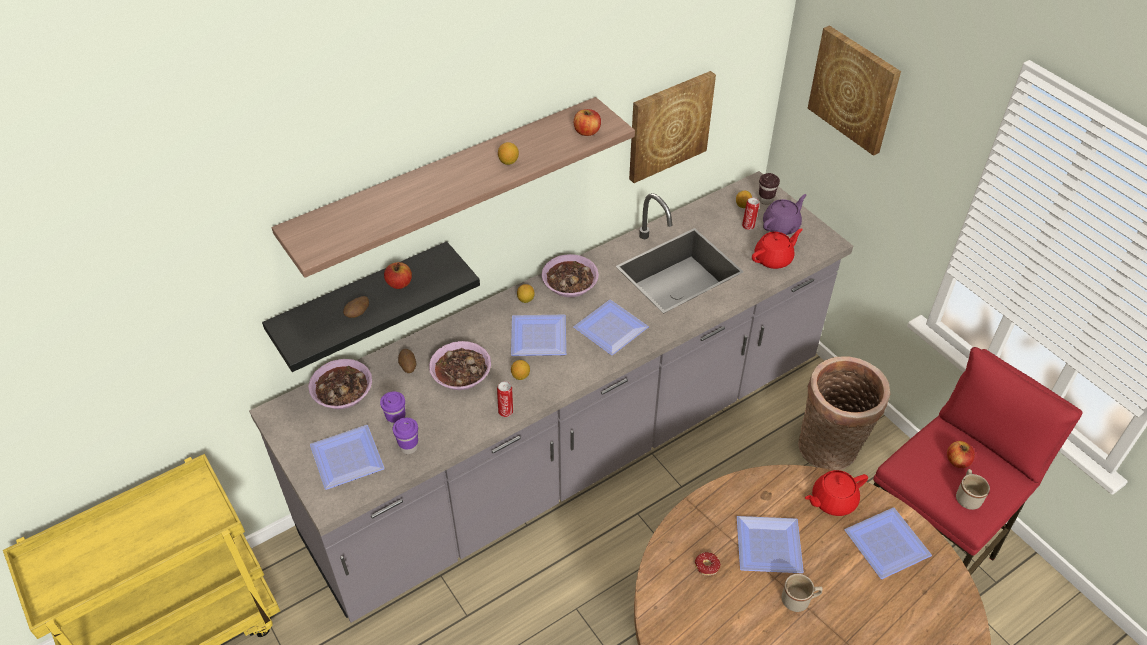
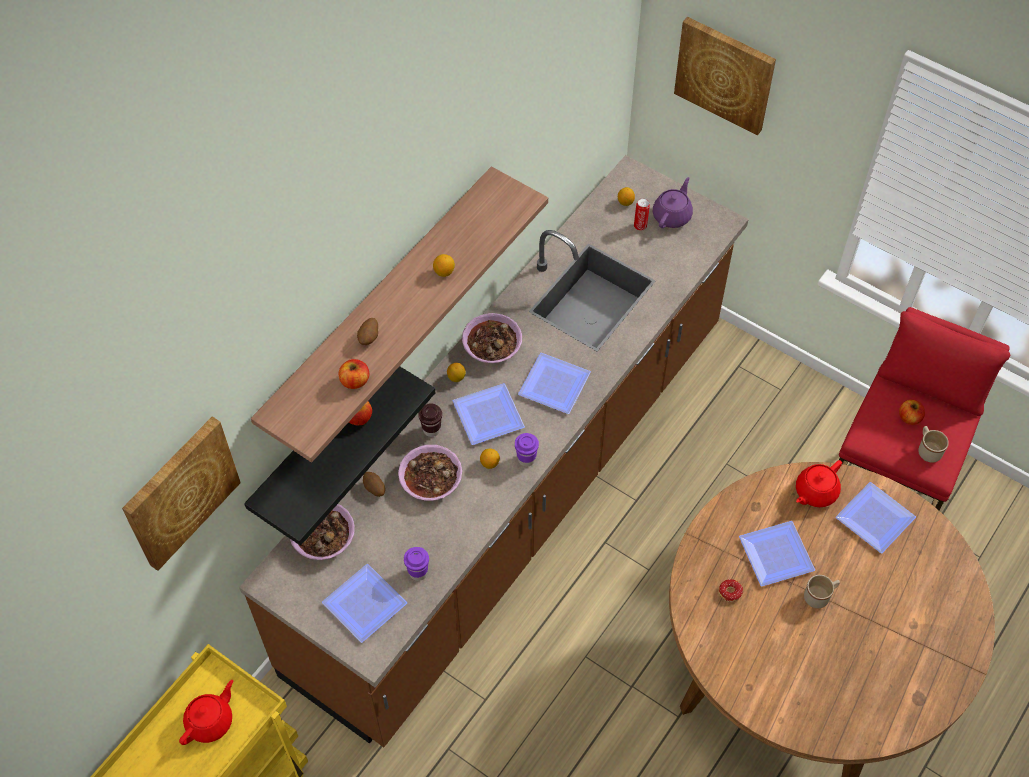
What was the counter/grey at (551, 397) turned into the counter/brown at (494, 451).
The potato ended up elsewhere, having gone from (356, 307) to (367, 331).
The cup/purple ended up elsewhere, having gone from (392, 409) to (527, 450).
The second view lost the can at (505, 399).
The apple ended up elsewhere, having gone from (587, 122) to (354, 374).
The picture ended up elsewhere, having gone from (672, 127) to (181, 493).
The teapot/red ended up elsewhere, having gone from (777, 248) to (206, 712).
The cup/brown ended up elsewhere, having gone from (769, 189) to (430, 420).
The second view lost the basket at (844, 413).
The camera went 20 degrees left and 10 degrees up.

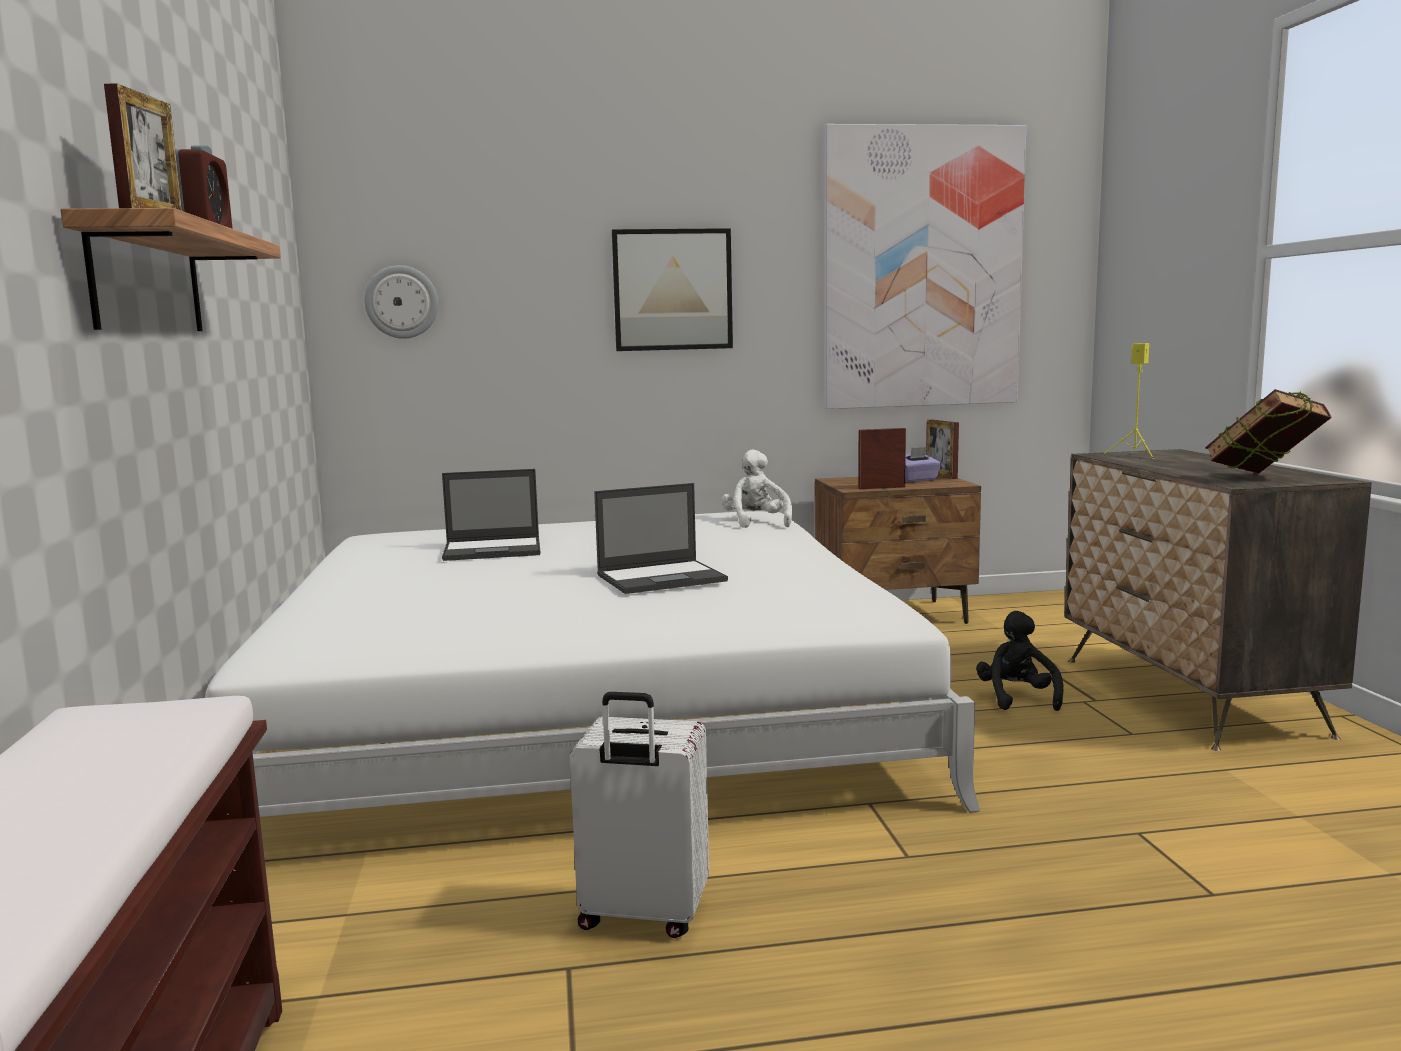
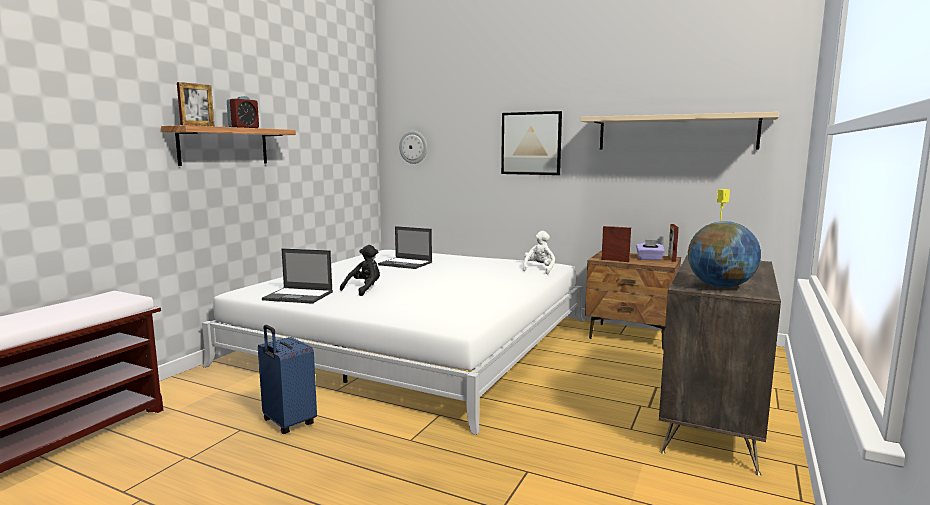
What was the suitcase/white at (639, 815) turned into the suitcase/blue at (287, 379).
The laptop ended up elsewhere, having gone from (661, 538) to (297, 276).
Where the picture hung at (924, 266), the shelf/beige came to hang at (679, 131).
The plush toy/black ended up elsewhere, having gone from (1019, 661) to (360, 270).
Where the book stood at (1268, 431), the globe came to stand at (724, 254).
The camera went 35 degrees right and 0 degrees up.

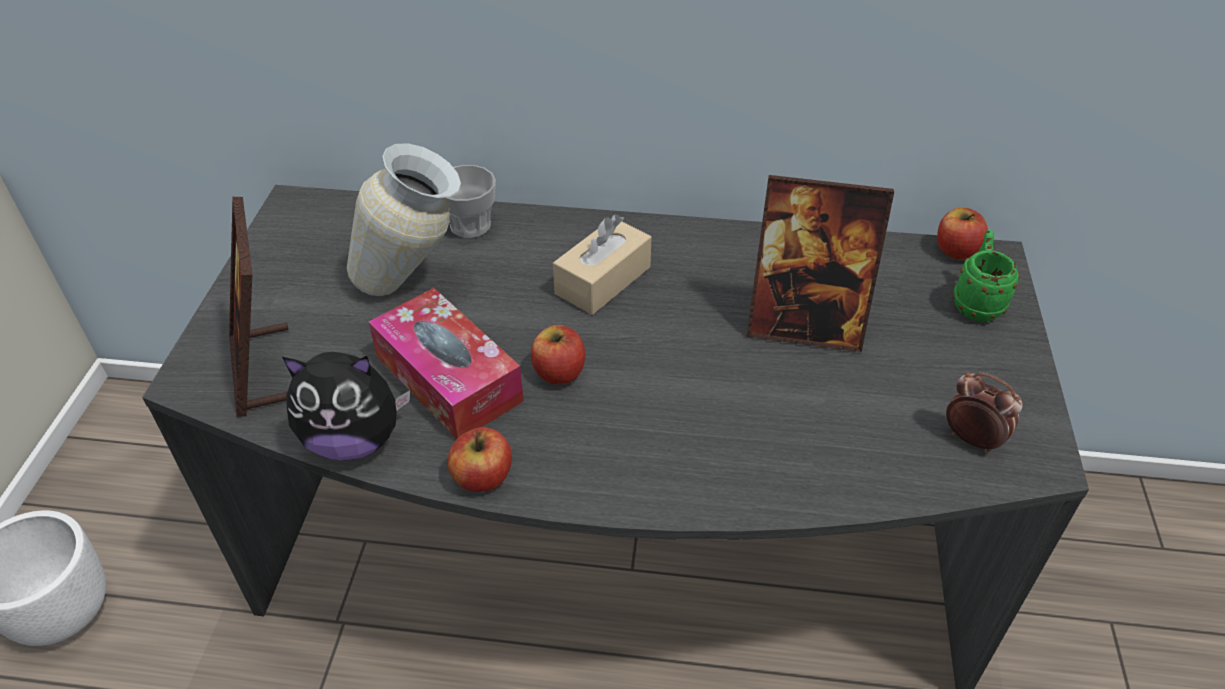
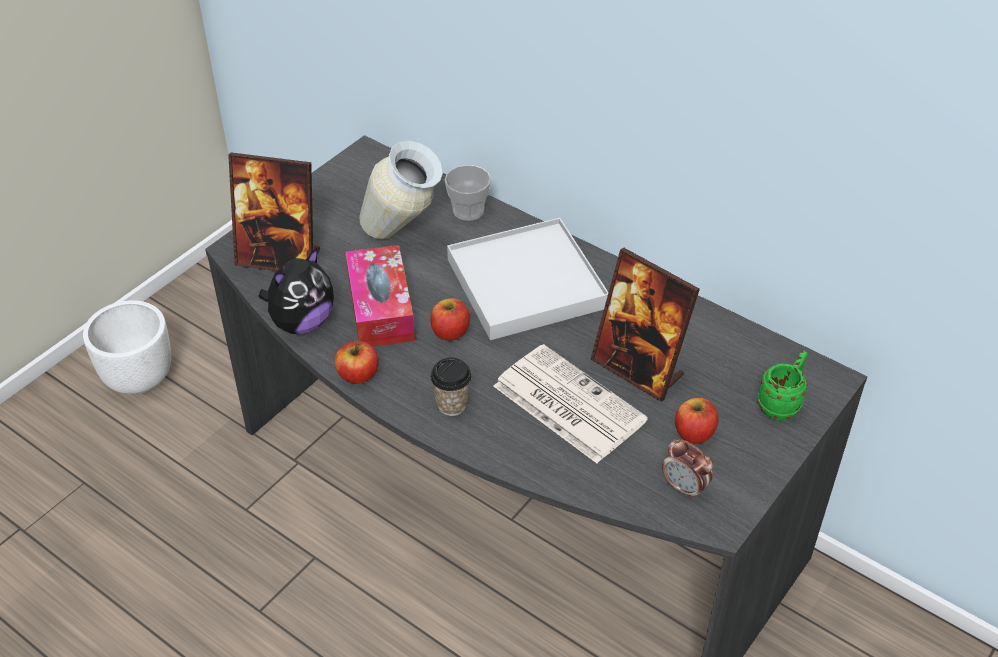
The picture frame at (259, 307) ended up facing another way, 90 degrees counterclockwise from before.
The plush toy at (346, 406) ended up facing another way, 75 degrees counterclockwise from before.
Where the tissue box/beige stood at (602, 264), the tray/white came to stand at (528, 279).
The apple ended up elsewhere, having gone from (962, 233) to (697, 421).
The alarm clock at (984, 412) ended up facing another way, 150 degrees clockwise from before.
The second view gained the cup at (451, 387).
The second view gained the newspaper at (570, 403).
The camera went 30 degrees right and 0 degrees up.

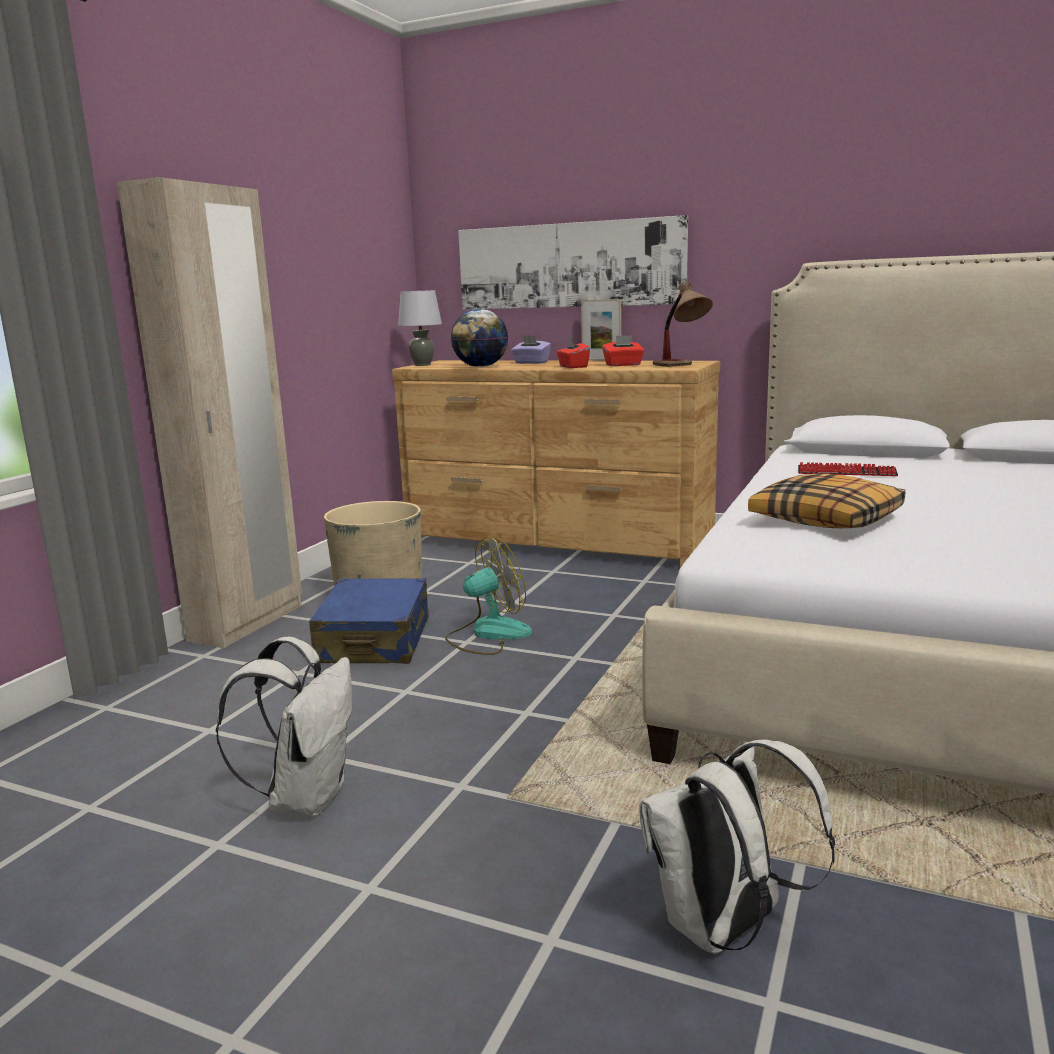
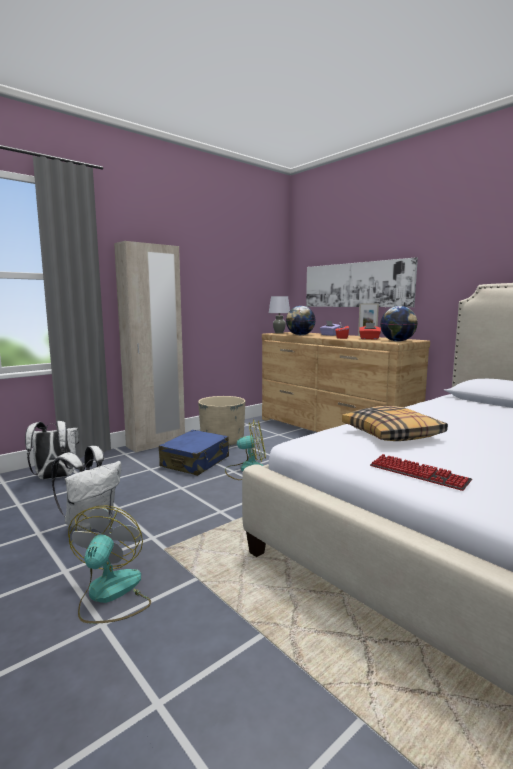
The backpack/white ended up elsewhere, having gone from (737, 846) to (52, 450).
Where the table lamp stood at (683, 324), the globe came to stand at (399, 324).
The keyboard ended up elsewhere, having gone from (848, 469) to (421, 472).
The second view gained the fan at (109, 565).
The camera went 25 degrees right and 5 degrees down.

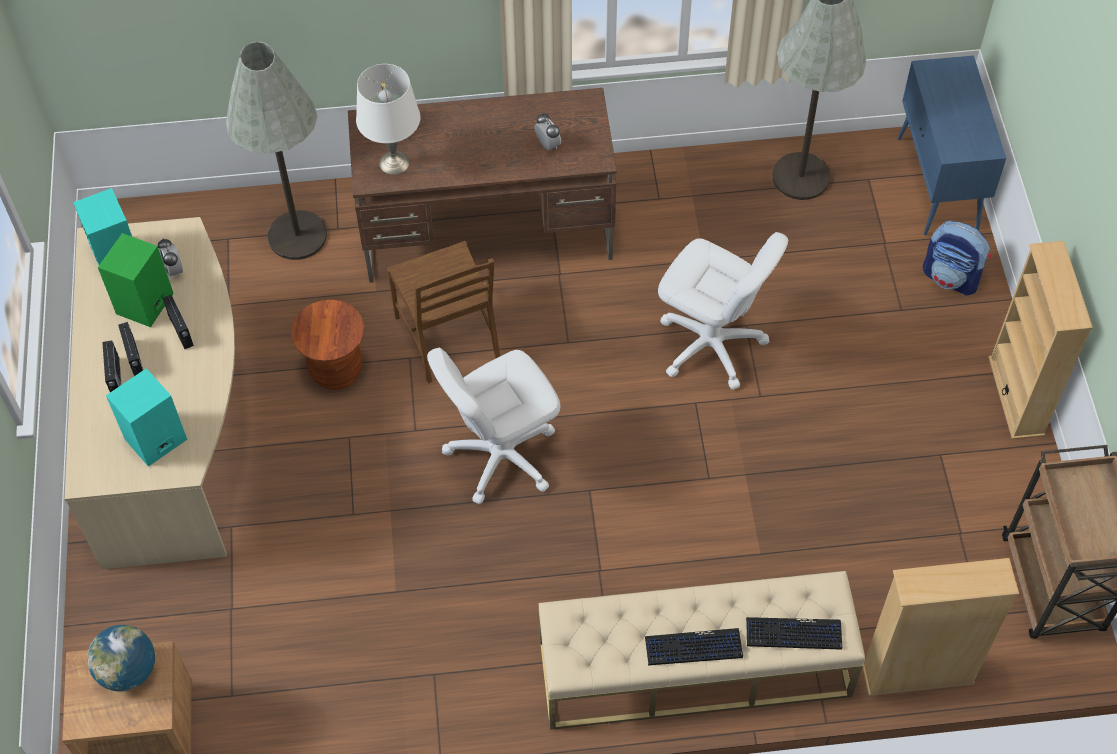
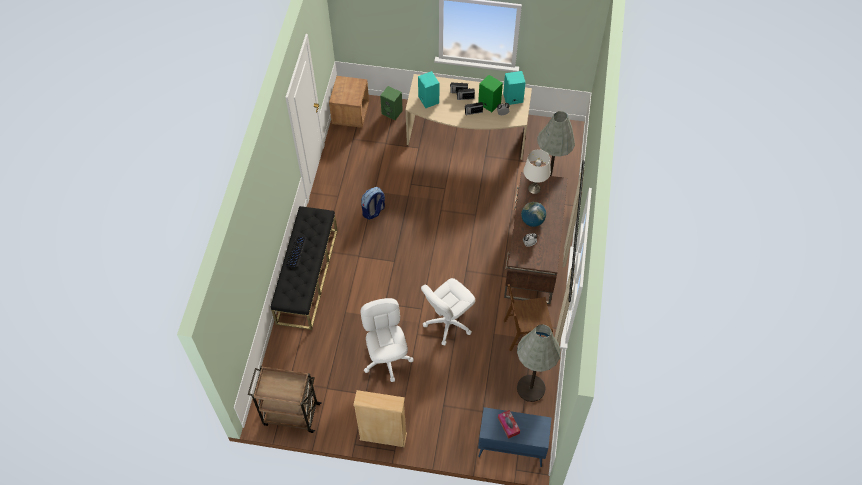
The globe ended up elsewhere, having gone from (121, 658) to (533, 214).
The second view lost the stool/brown at (328, 345).
The chair/brown ended up elsewhere, having gone from (443, 312) to (528, 317).
The office chair/white ended up elsewhere, having gone from (493, 425) to (387, 340).
What was the bench/beige at (702, 650) turned into the bench/black at (304, 268).
The second view lost the keyboard at (794, 633).
The second view lost the bookcase/beige at (941, 627).
The backpack ended up elsewhere, having gone from (957, 258) to (373, 203).
The second view gained the speaker/green at (391, 103).
The second view gained the tissue box at (509, 424).
The camera went 105 degrees right and 0 degrees up.

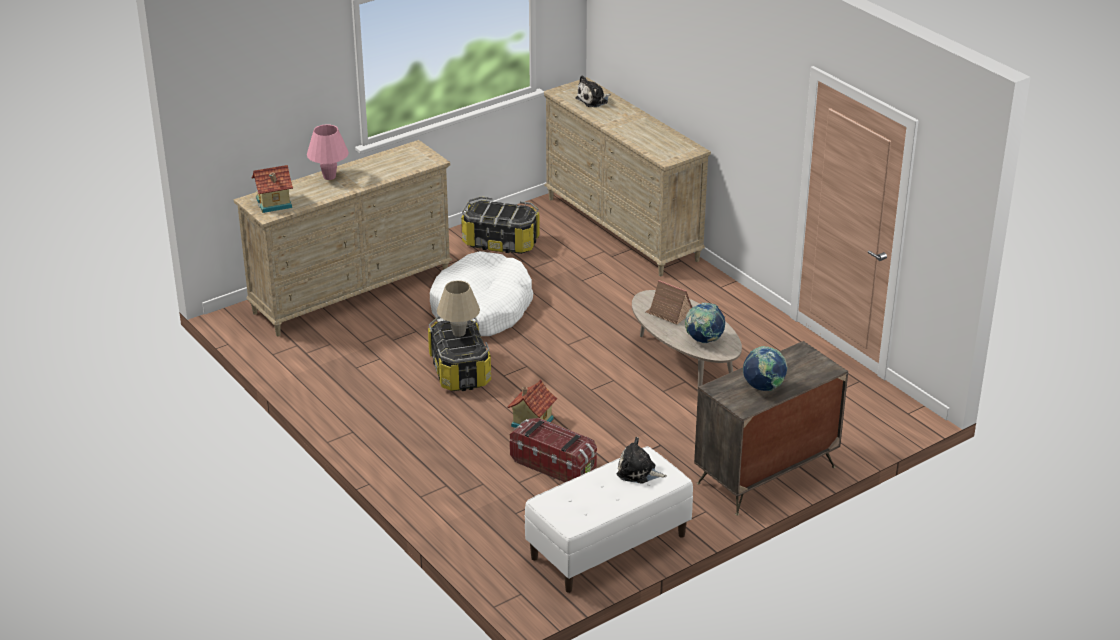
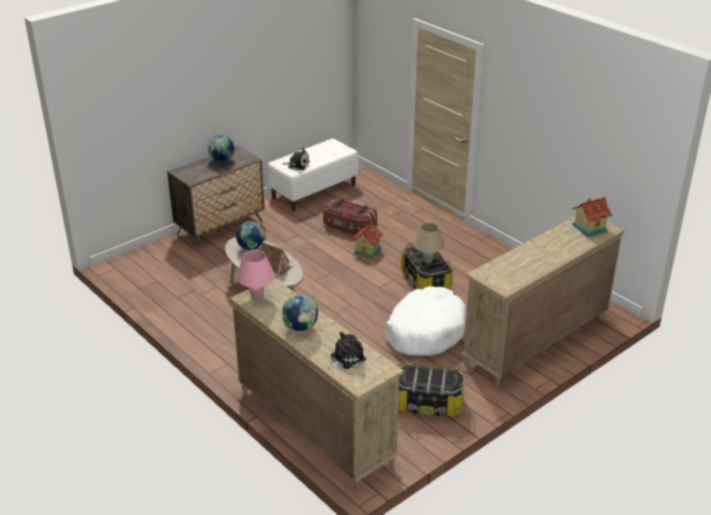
The table lamp/pink ended up elsewhere, having gone from (328, 152) to (256, 275).
The second view gained the globe at (300, 312).
The camera went 175 degrees right and 0 degrees up.

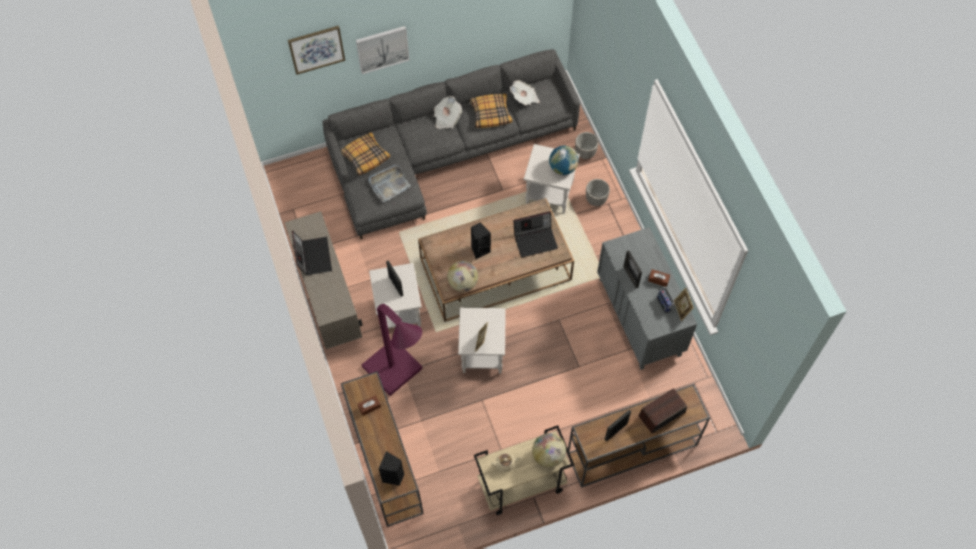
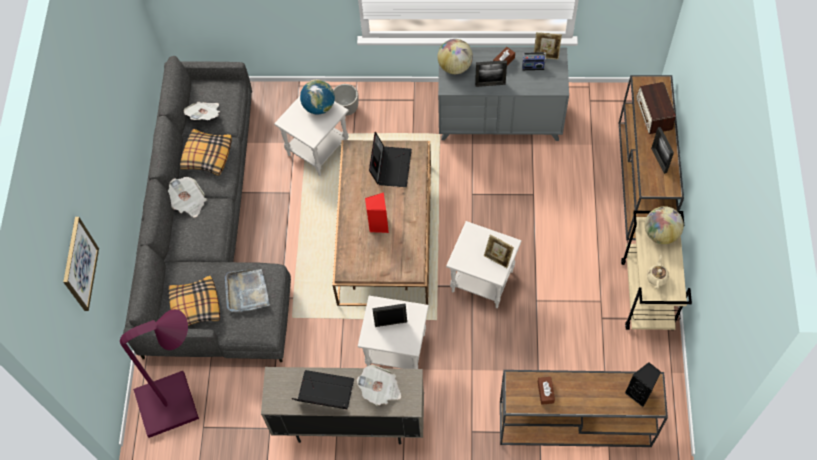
The second view lost the picture at (383, 50).
The floor lamp/purple ended up elsewhere, having gone from (392, 350) to (159, 373).
The globe ended up elsewhere, having gone from (462, 276) to (455, 56).
What was the speaker/black at (481, 240) turned into the speaker/red at (377, 212).
The second view lost the planter at (587, 145).
The second view gained the newspaper at (379, 385).
The camera went 65 degrees left and 0 degrees up.

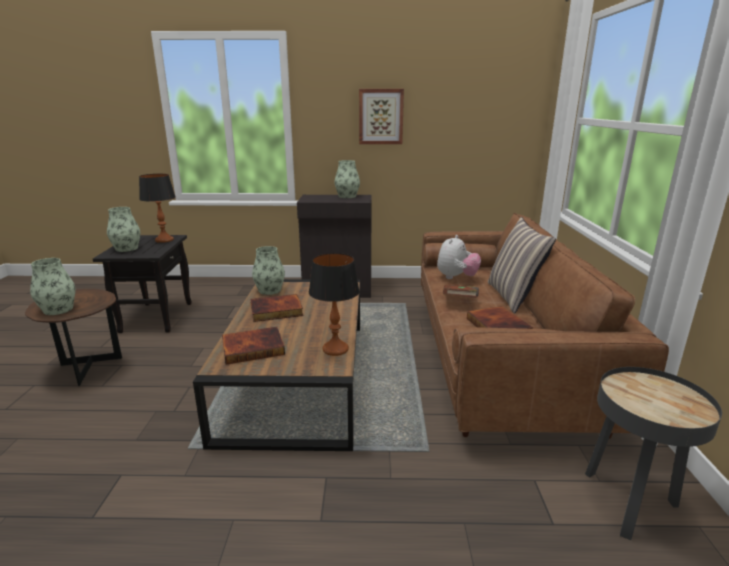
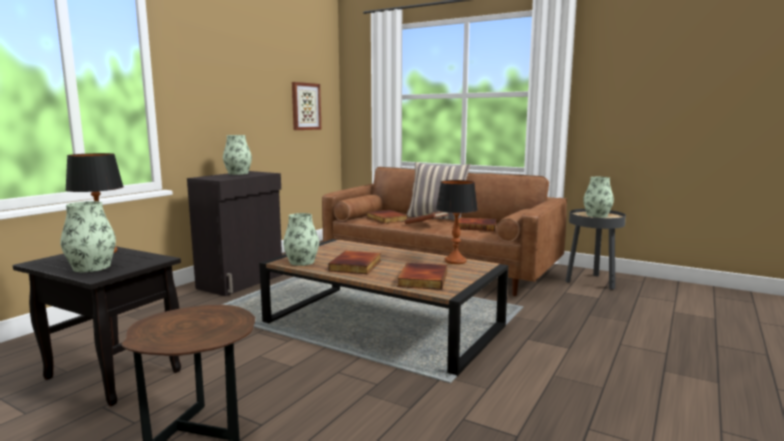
The vase ended up elsewhere, having gone from (53, 286) to (598, 197).
The picture ended up elsewhere, having gone from (381, 116) to (306, 106).
Where the plush toy stood at (459, 257), the book came to stand at (387, 217).
The camera went 60 degrees left and 10 degrees down.

